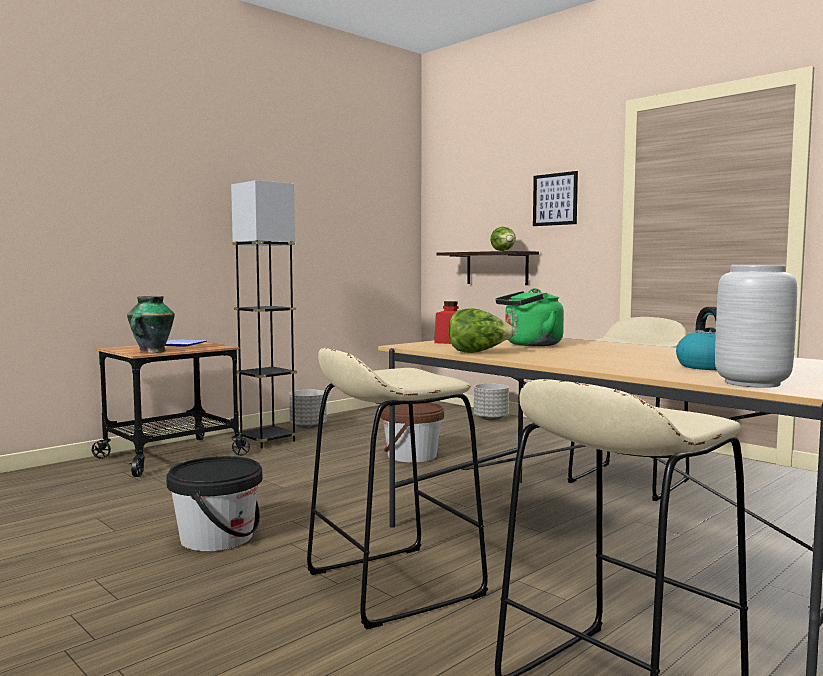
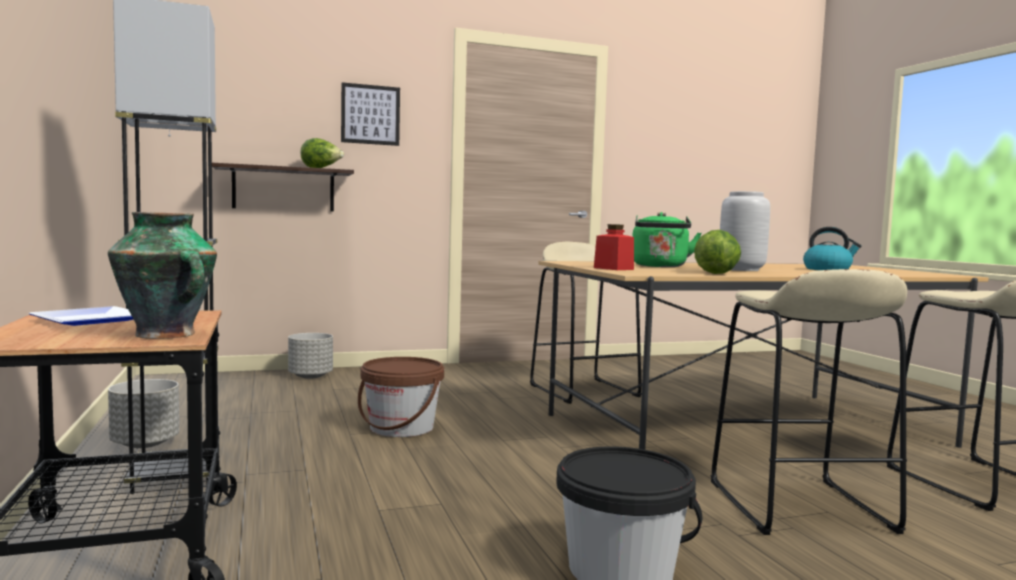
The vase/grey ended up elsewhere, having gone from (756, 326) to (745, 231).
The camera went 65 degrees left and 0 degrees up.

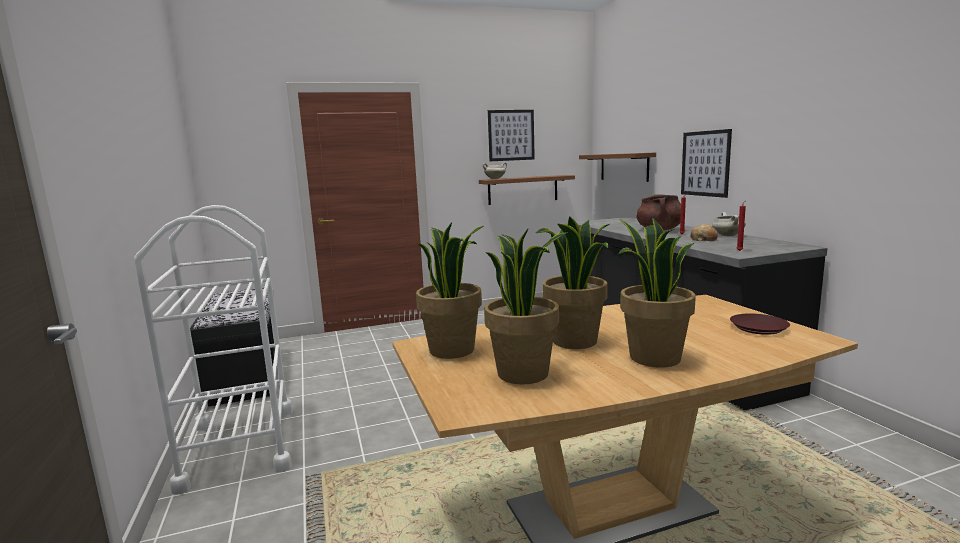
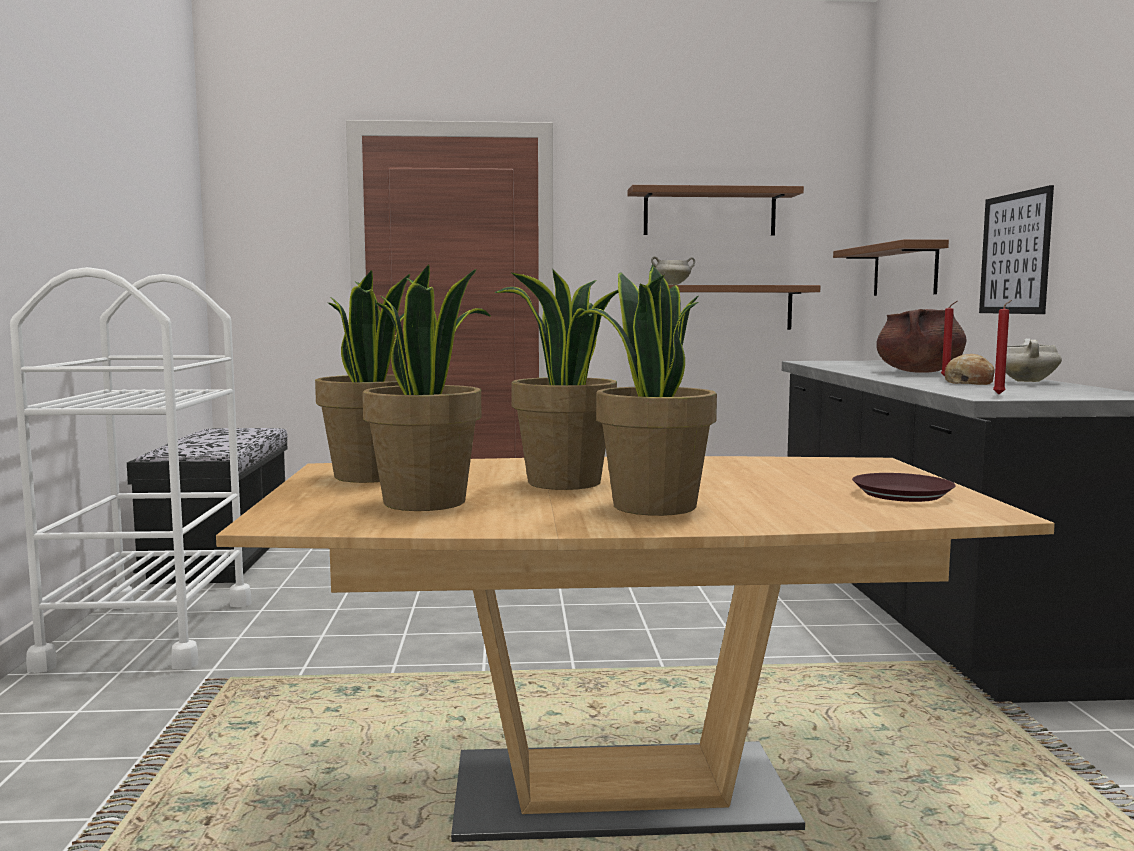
Where the picture hung at (511, 135), the shelf/brown came to hang at (716, 210).
The camera went 15 degrees right and 5 degrees down.

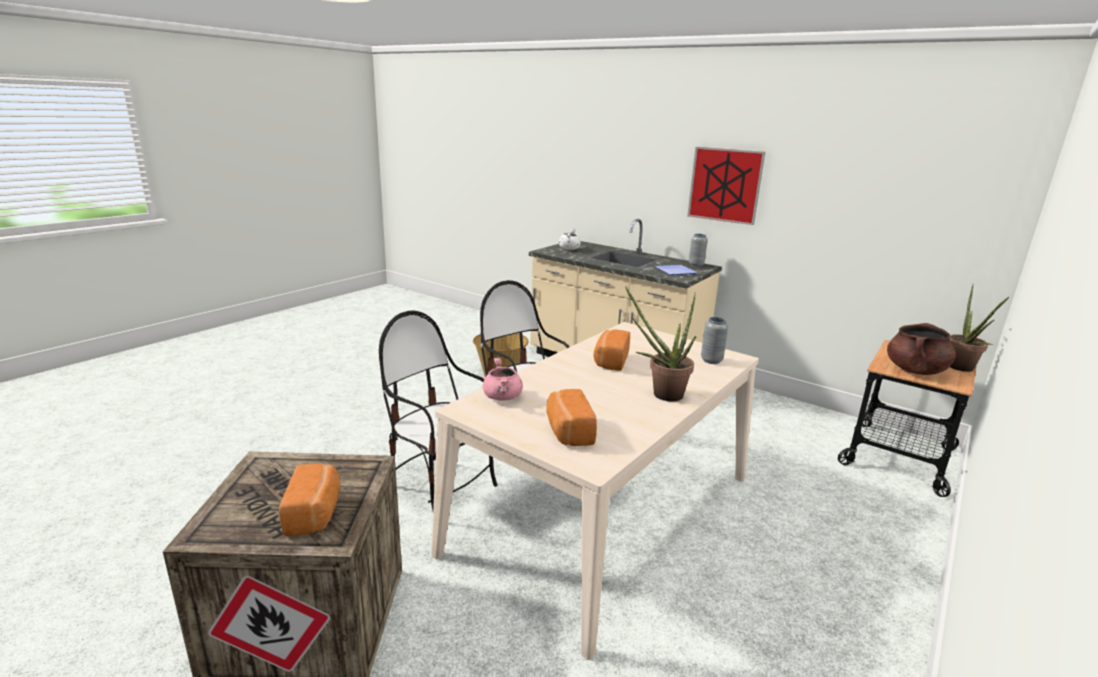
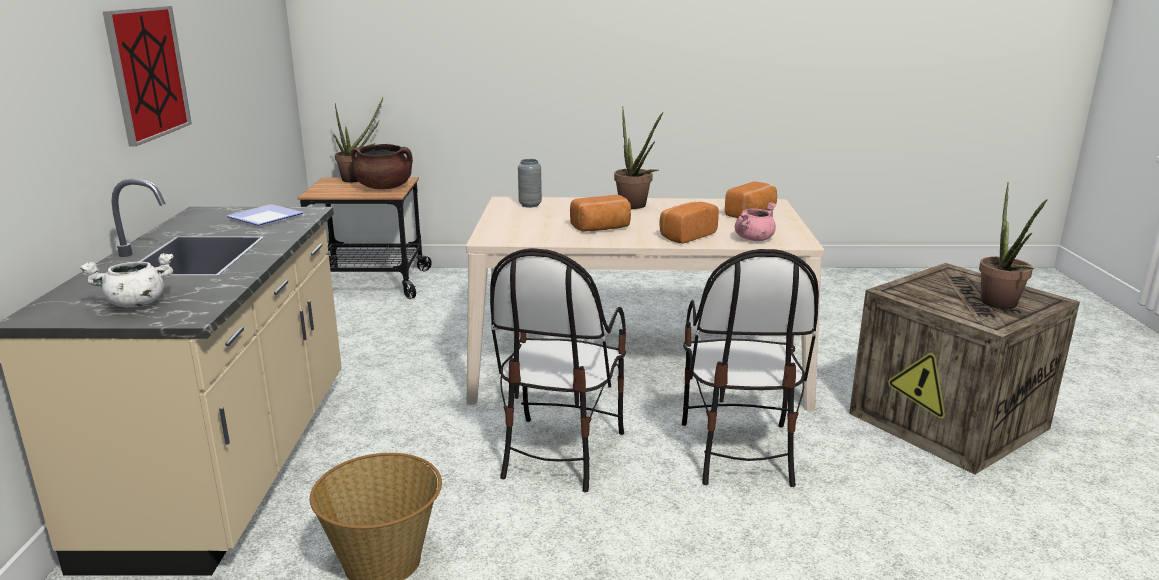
The bread ended up elsewhere, having gone from (309, 500) to (689, 223).
The second view lost the vase/grey at (698, 250).
The second view gained the potted plant at (1013, 245).
The camera went 125 degrees left and 0 degrees up.

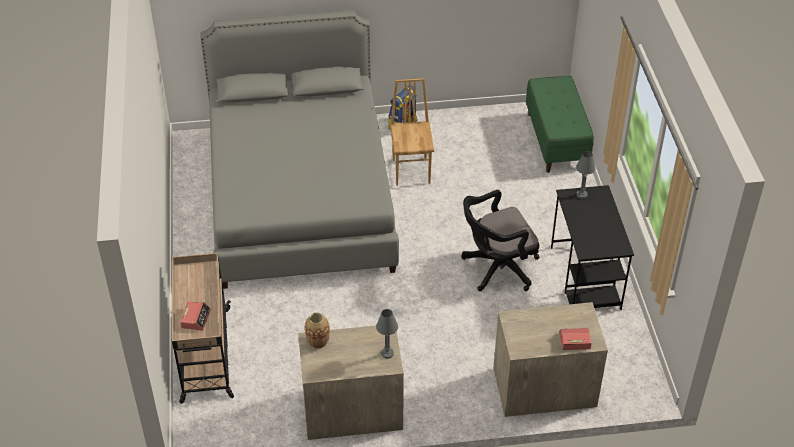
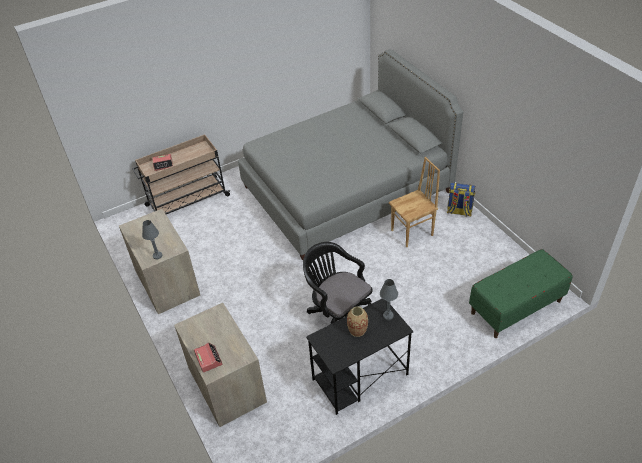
The vase ended up elsewhere, having gone from (317, 331) to (357, 321).
The camera went 70 degrees right and 0 degrees up.

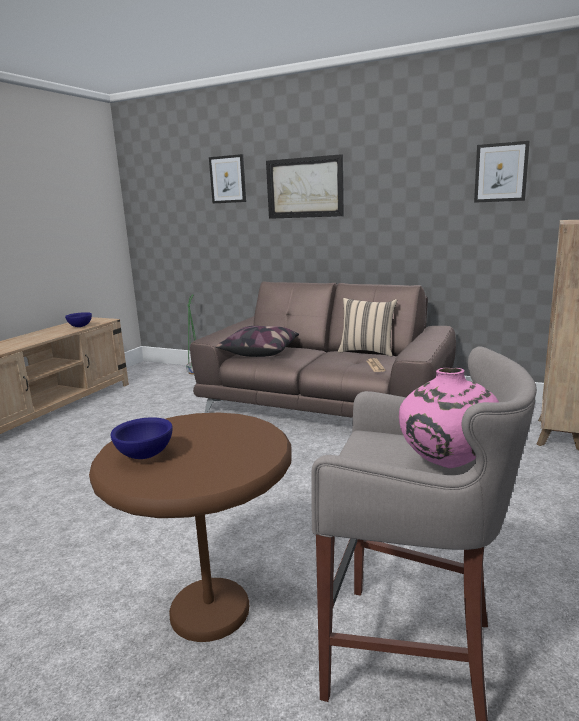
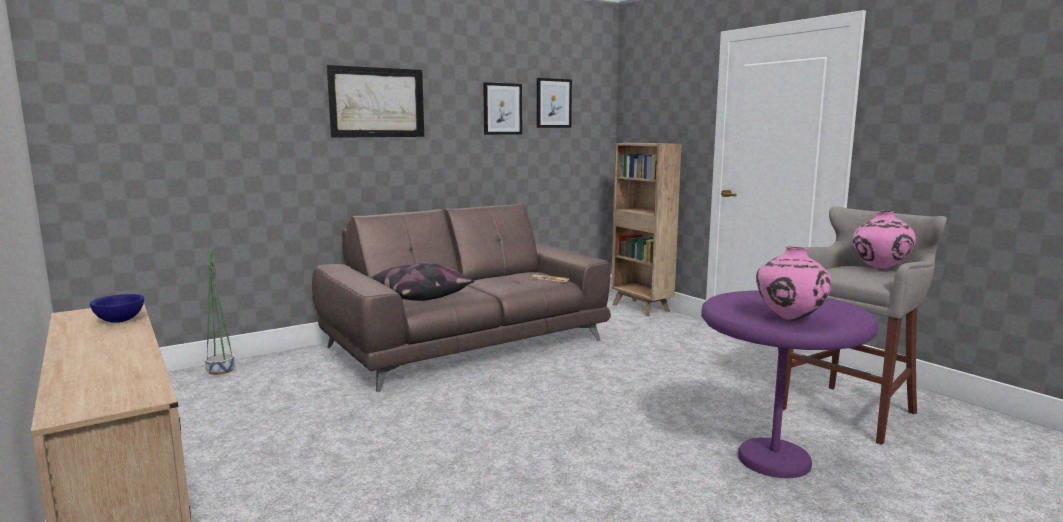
What was the side table/brown at (190, 527) turned into the side table/purple at (790, 384).
Where the bowl/blue stood at (141, 438), the vase/pink came to stand at (794, 283).
The picture ended up elsewhere, having gone from (227, 178) to (502, 108).
The second view lost the pillow/beige at (367, 327).
The camera went 60 degrees left and 5 degrees down.

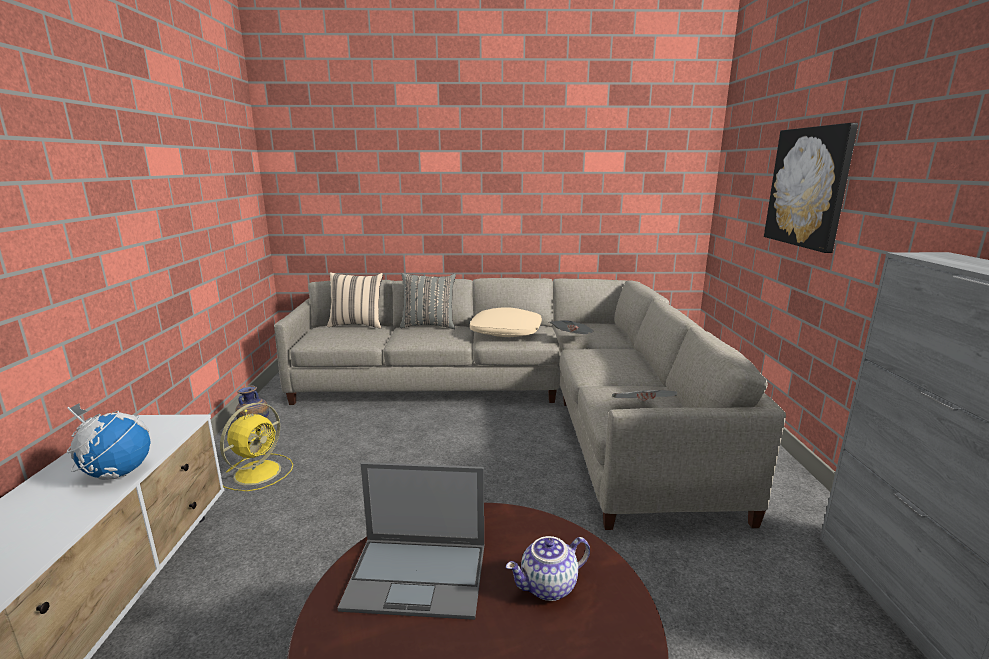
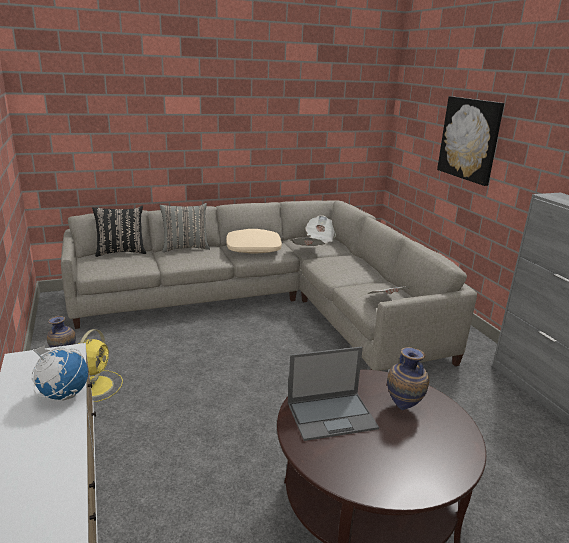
What was the pillow/beige at (355, 300) turned into the pillow/black at (119, 231).
Where the teapot stood at (548, 568), the vase came to stand at (408, 378).
The second view gained the newspaper at (320, 229).
The camera went 20 degrees left and 5 degrees up.

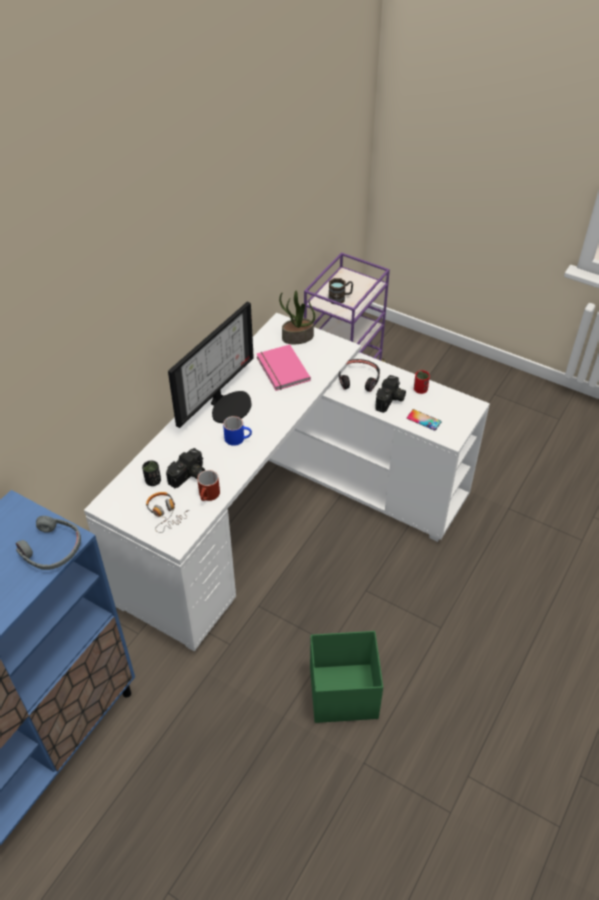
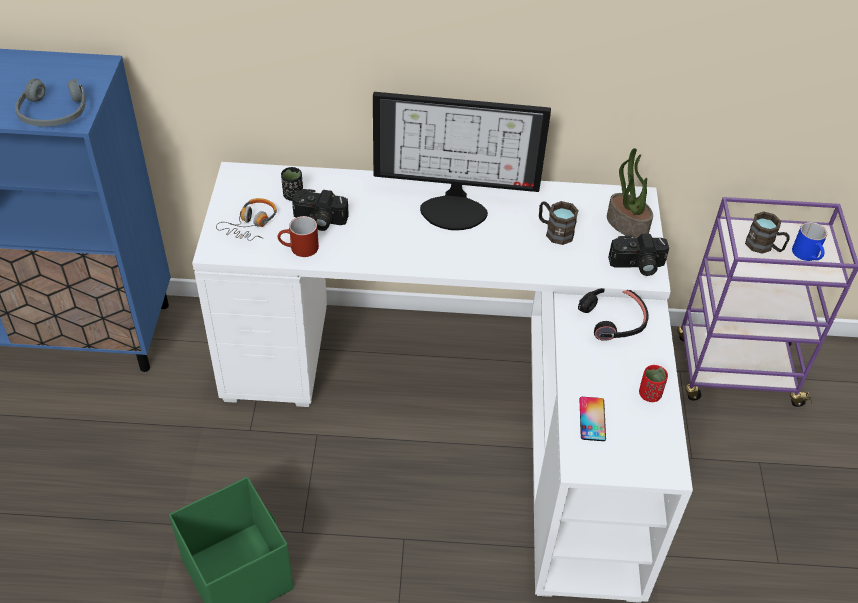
The mug/blue ended up elsewhere, having gone from (237, 431) to (809, 241).
Where the book/pink stood at (284, 367), the mug/brown came to stand at (559, 223).
The photo camera ended up elsewhere, having gone from (390, 394) to (638, 255).
The camera went 60 degrees right and 0 degrees up.

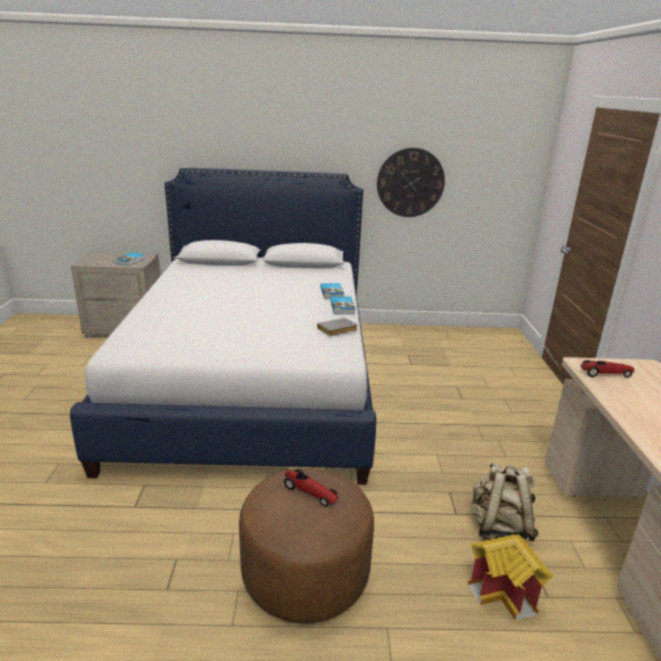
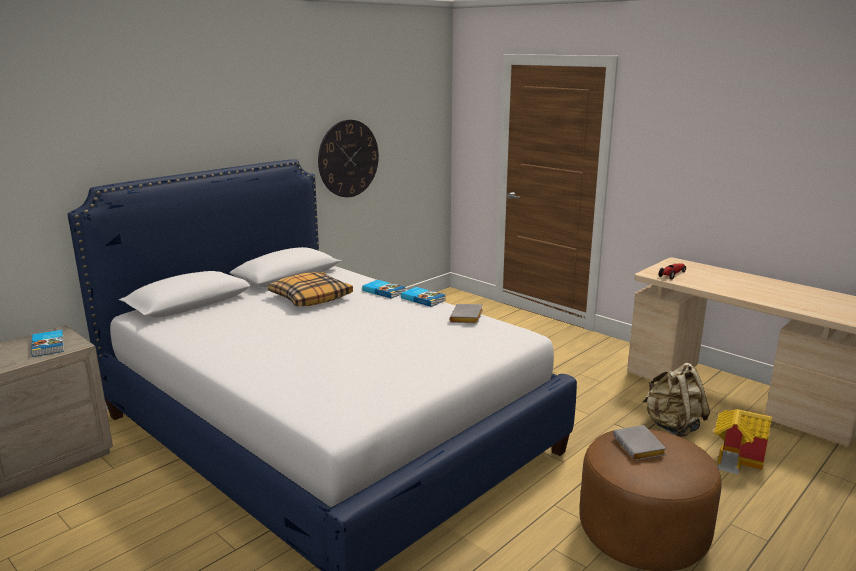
Where the toy car stood at (311, 488), the book/grey came to stand at (639, 442).
The second view gained the pillow at (310, 289).
The camera went 45 degrees left and 5 degrees down.

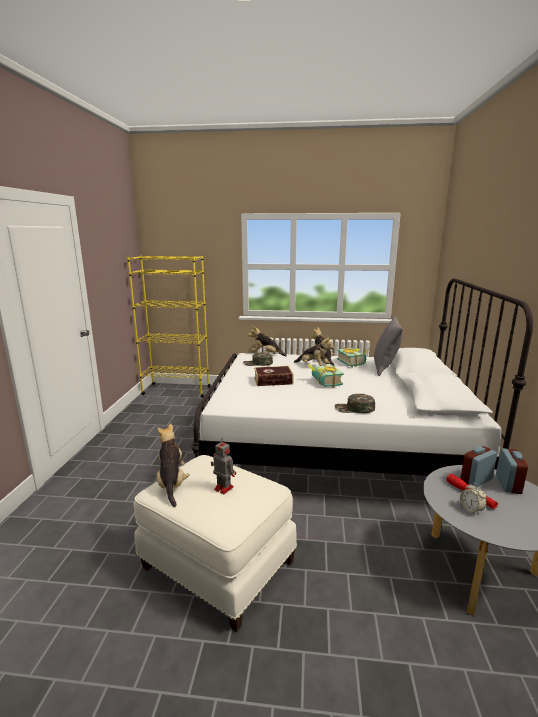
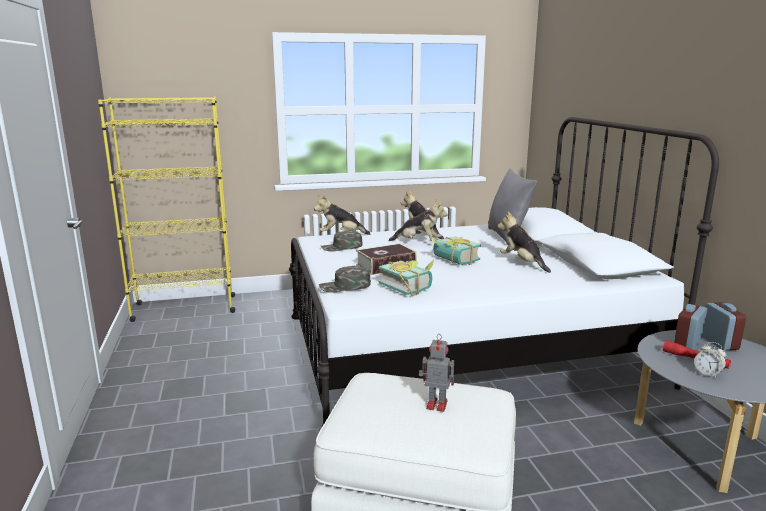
The plush toy ended up elsewhere, having gone from (173, 465) to (524, 242).
The cap/green ended up elsewhere, having gone from (355, 403) to (345, 279).
The book ended up elsewhere, having gone from (353, 357) to (406, 277).
The camera went 20 degrees left and 0 degrees up.

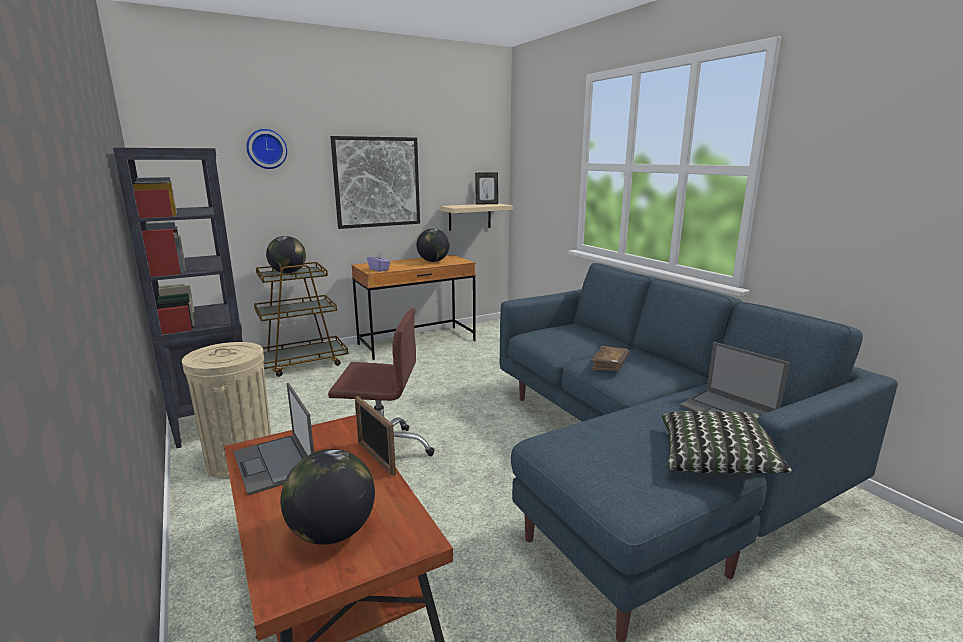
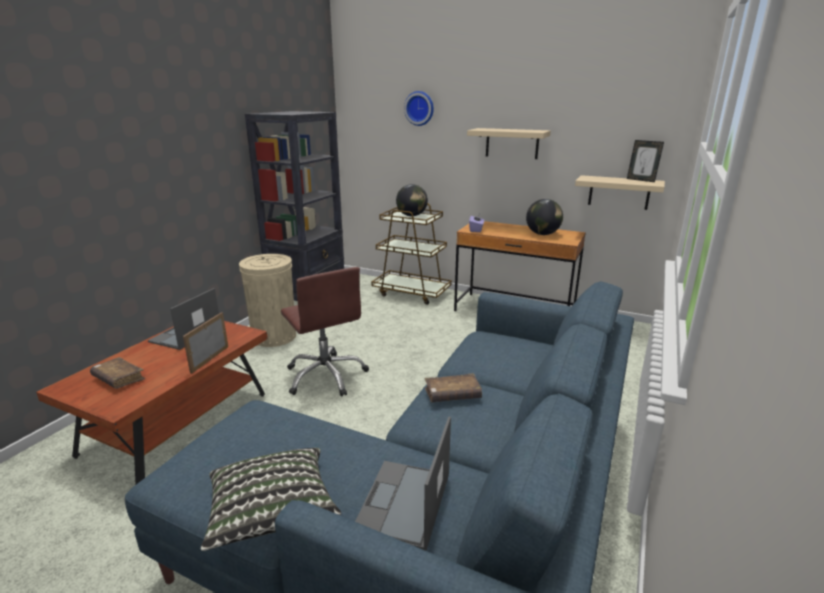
Where the globe stood at (328, 497), the book/brown came to stand at (118, 373).
Where the picture hung at (375, 182), the shelf/beige came to hang at (509, 143).
The camera went 55 degrees right and 5 degrees up.

